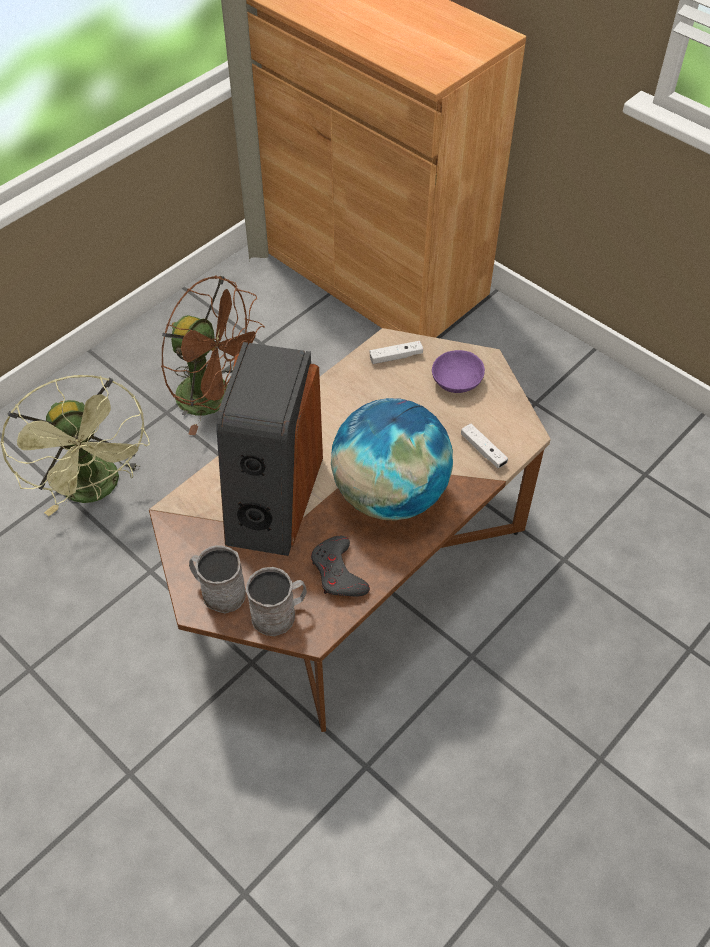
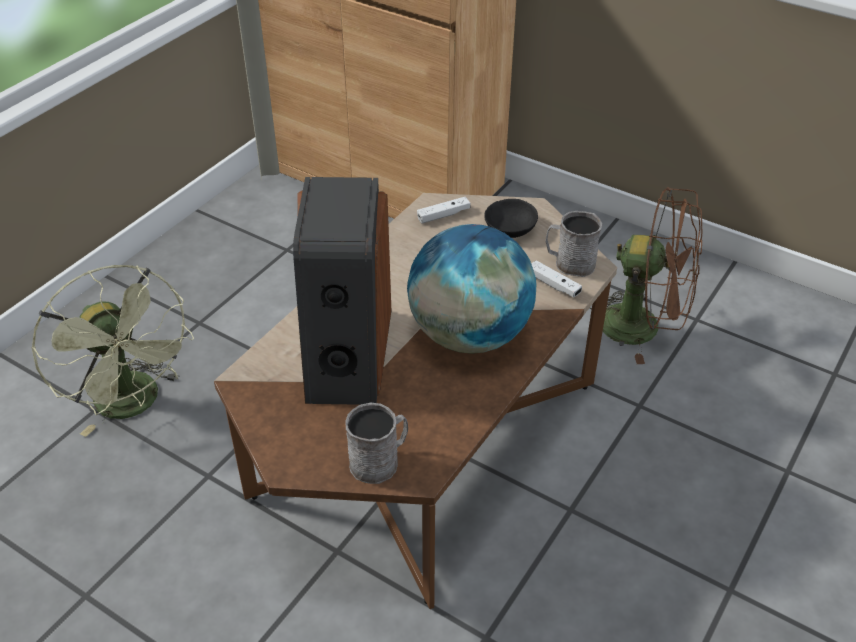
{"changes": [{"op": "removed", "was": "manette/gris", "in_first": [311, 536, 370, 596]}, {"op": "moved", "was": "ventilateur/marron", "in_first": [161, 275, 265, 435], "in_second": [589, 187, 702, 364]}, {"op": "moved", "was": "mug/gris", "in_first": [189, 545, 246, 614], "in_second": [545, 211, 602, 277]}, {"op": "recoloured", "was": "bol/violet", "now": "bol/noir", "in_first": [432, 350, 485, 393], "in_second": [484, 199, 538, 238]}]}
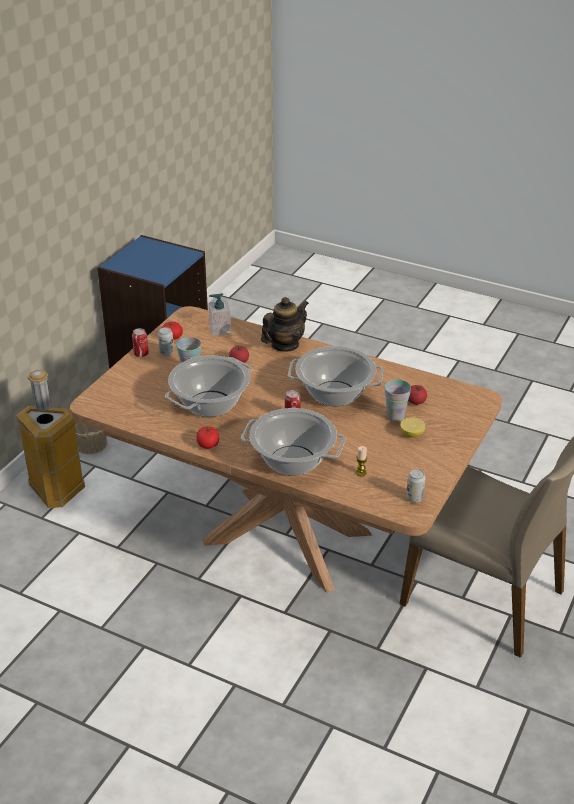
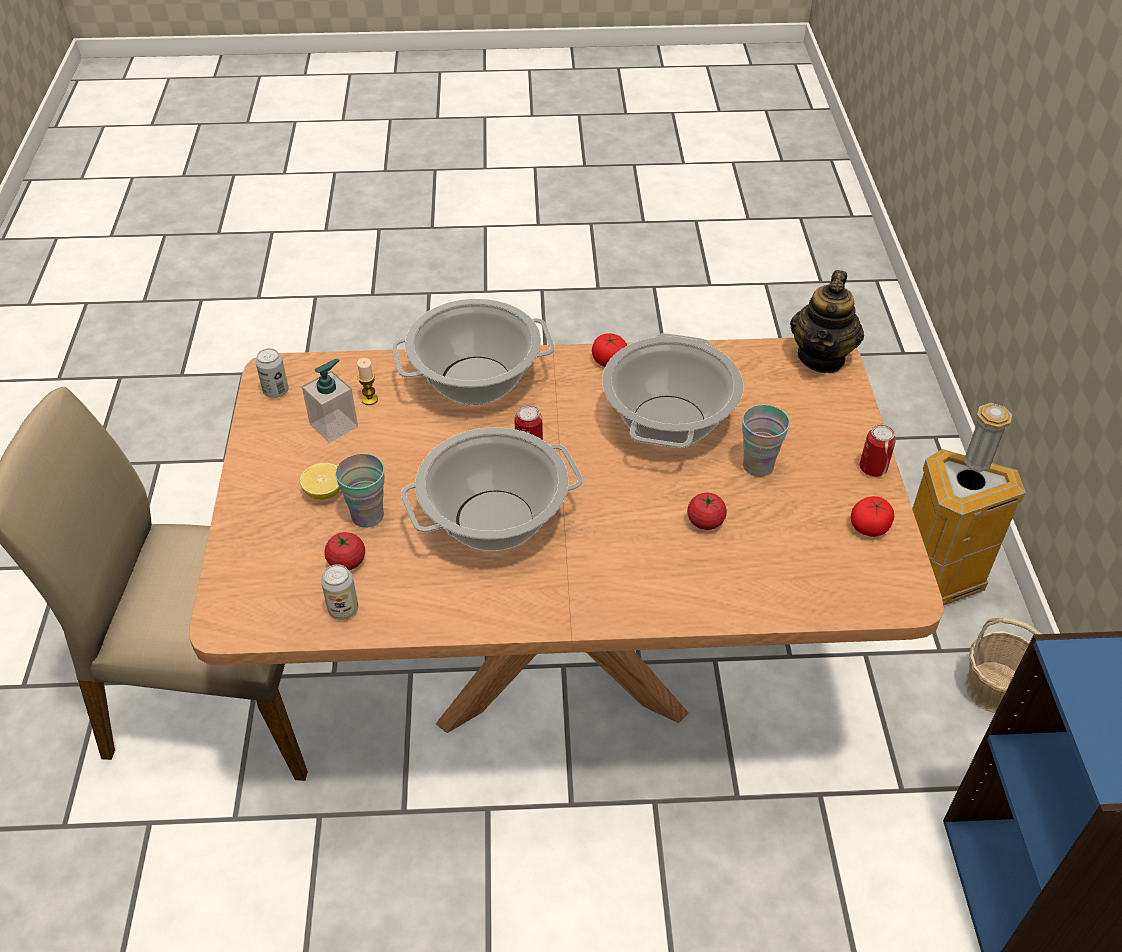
{"changes": [{"op": "moved", "was": "boîte métallique", "in_first": [158, 327, 174, 356], "in_second": [321, 564, 358, 620]}, {"op": "moved", "was": "distributeur de savon", "in_first": [209, 293, 231, 336], "in_second": [302, 359, 358, 443]}, {"op": "moved", "was": "théière", "in_first": [261, 297, 309, 352], "in_second": [790, 270, 864, 373]}]}
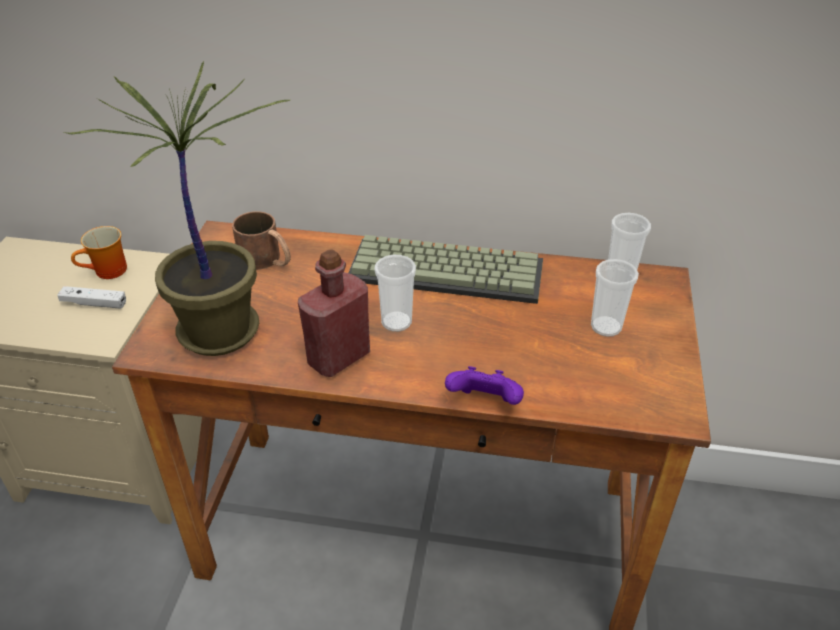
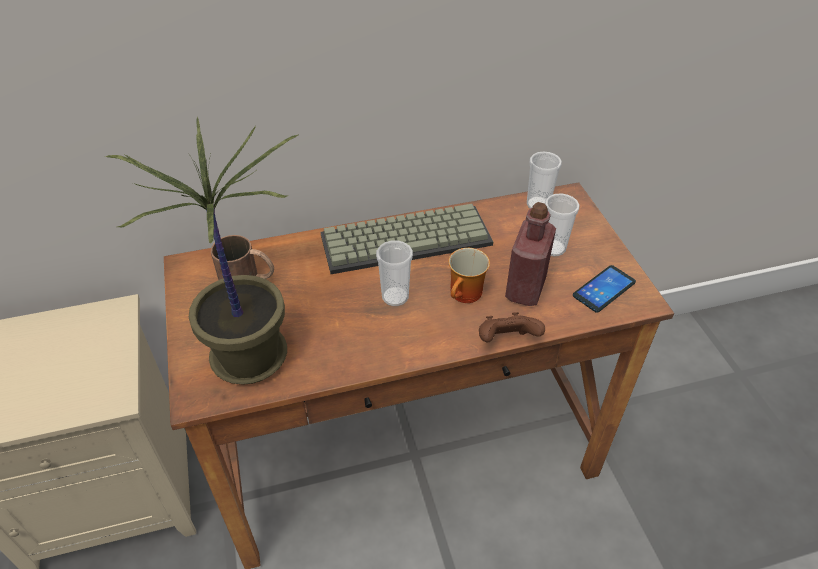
{"changes": [{"op": "removed", "was": "manette/blanc", "in_first": [57, 286, 126, 309]}, {"op": "added", "now": "téléphone", "in_second": [573, 265, 636, 313]}, {"op": "moved", "was": "mug", "in_first": [71, 226, 127, 279], "in_second": [448, 248, 490, 303]}, {"op": "moved", "was": "bouteille/rouge", "in_first": [298, 249, 370, 377], "in_second": [505, 202, 556, 306]}, {"op": "recoloured", "was": "manette/violet", "now": "manette/marron", "in_first": [445, 366, 524, 405], "in_second": [479, 312, 545, 343]}]}
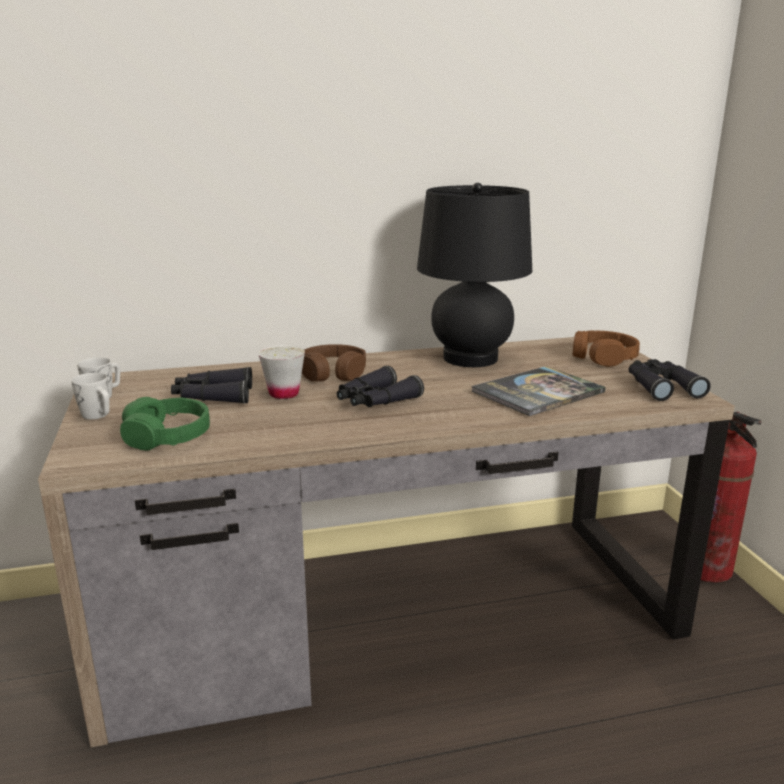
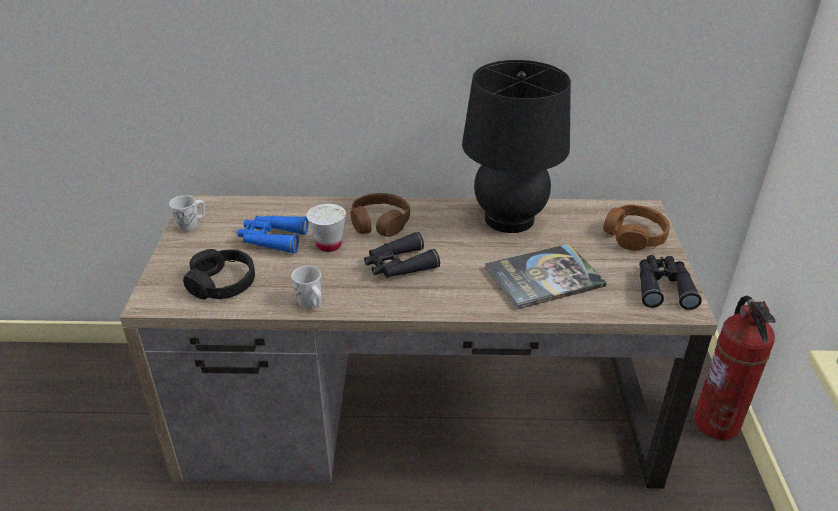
{"changes": [{"op": "moved", "was": "mug/blanc", "in_first": [71, 373, 110, 420], "in_second": [291, 266, 321, 308]}, {"op": "recoloured", "was": "casque audio/vert", "now": "casque audio/noir", "in_first": [120, 397, 210, 450], "in_second": [183, 249, 255, 300]}, {"op": "recoloured", "was": "jumelles/noir", "now": "jumelles/bleu", "in_first": [171, 367, 252, 404], "in_second": [237, 216, 308, 254]}]}
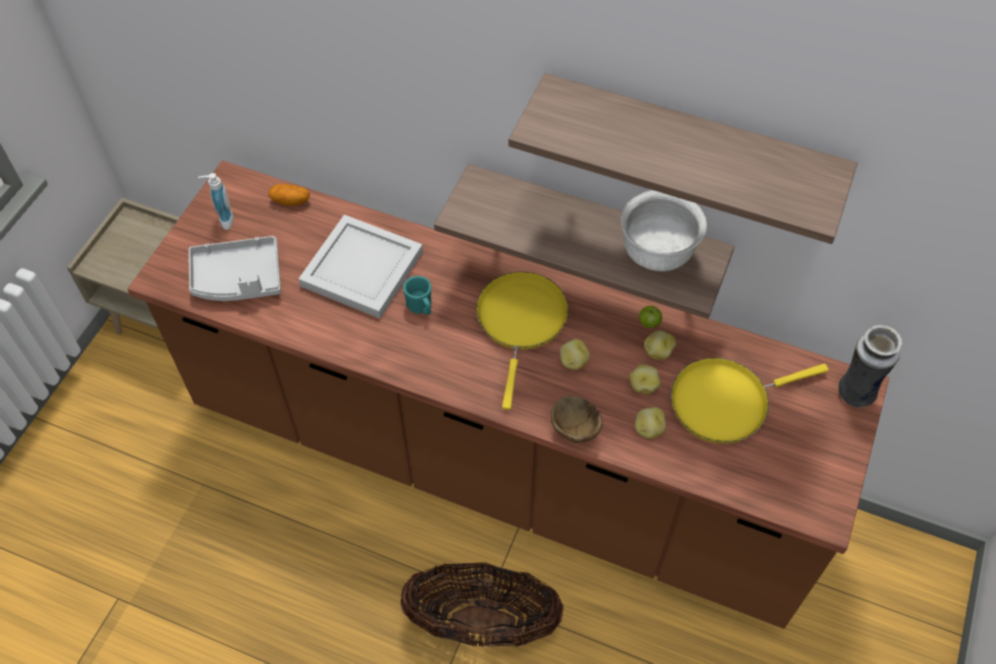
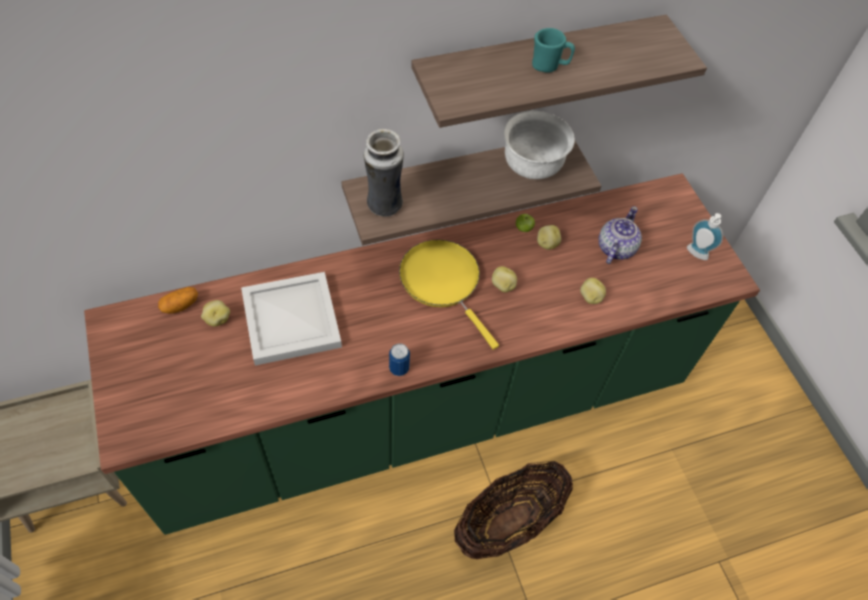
{"changes": [{"op": "removed", "was": "plateau/gris", "in_first": [189, 236, 281, 301]}, {"op": "removed", "was": "bol/marron", "in_first": [551, 396, 603, 443]}, {"op": "added", "now": "boîte métallique", "in_second": [389, 343, 410, 376]}, {"op": "moved", "was": "distributeur de savon", "in_first": [198, 173, 234, 230], "in_second": [687, 213, 723, 260]}, {"op": "moved", "was": "mug/turquoise", "in_first": [403, 276, 431, 315], "in_second": [532, 28, 575, 73]}, {"op": "moved", "was": "pomme de terre", "in_first": [629, 364, 661, 394], "in_second": [201, 300, 230, 327]}, {"op": "moved", "was": "vase", "in_first": [838, 325, 902, 407], "in_second": [364, 129, 404, 217]}, {"op": "replaced", "was": "poêle/jaune", "now": "théière", "in_first": [671, 358, 829, 444], "in_second": [598, 206, 642, 264]}, {"op": "recoloured", "was": "comptoir de cuisine/marron", "now": "comptoir de cuisine/vert", "in_first": [127, 160, 889, 629], "in_second": [84, 173, 760, 535]}]}
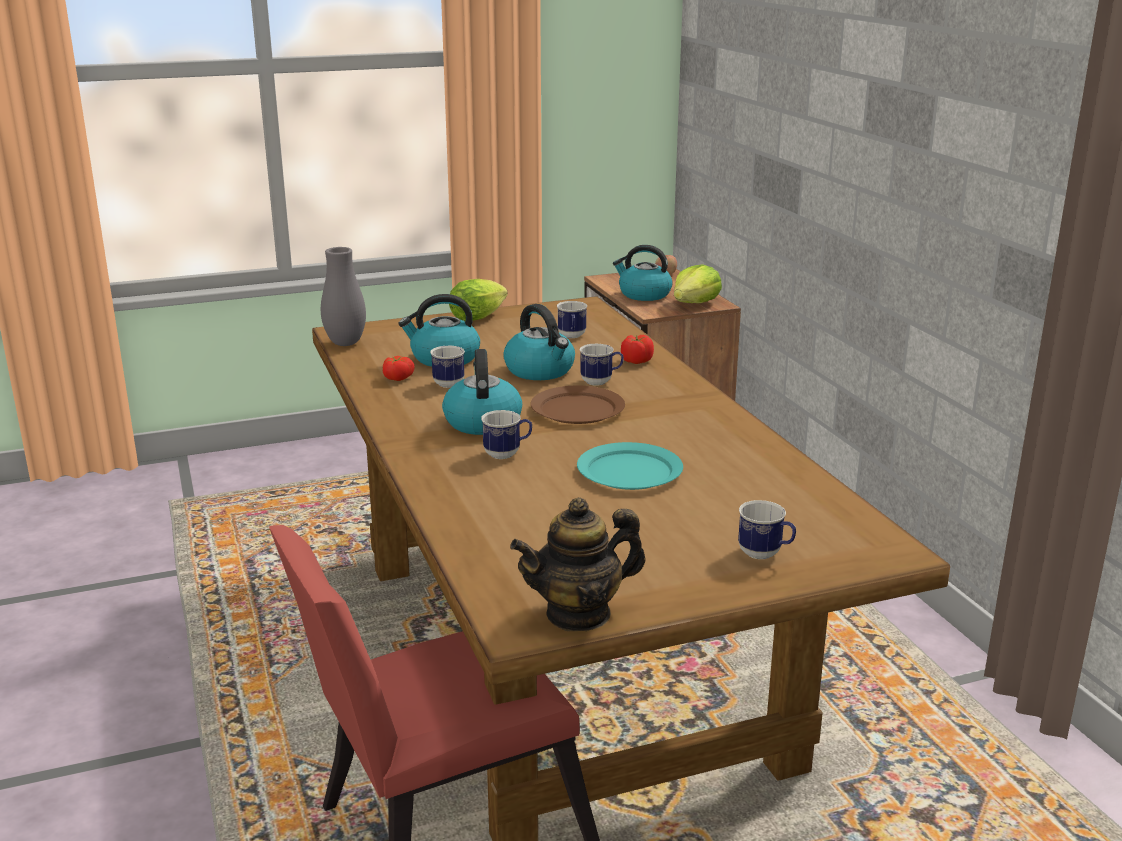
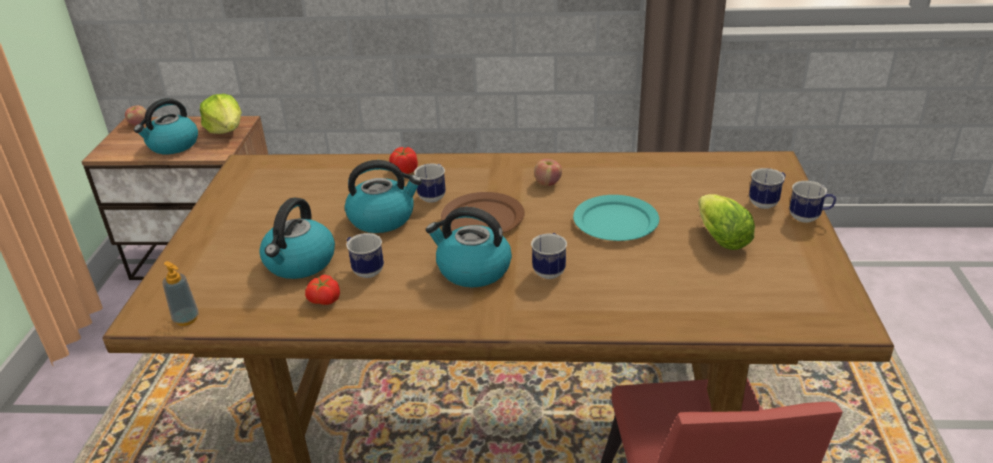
{"changes": [{"op": "removed", "was": "théière", "in_first": [510, 497, 646, 631]}, {"op": "added", "now": "pomme", "in_second": [534, 159, 562, 186]}, {"op": "moved", "was": "laitue", "in_first": [449, 279, 508, 321], "in_second": [698, 194, 755, 250]}, {"op": "moved", "was": "mug", "in_first": [557, 301, 587, 338], "in_second": [789, 181, 836, 223]}, {"op": "replaced", "was": "vase/gris", "now": "distributeur de savon", "in_first": [321, 247, 366, 346], "in_second": [162, 261, 199, 326]}]}
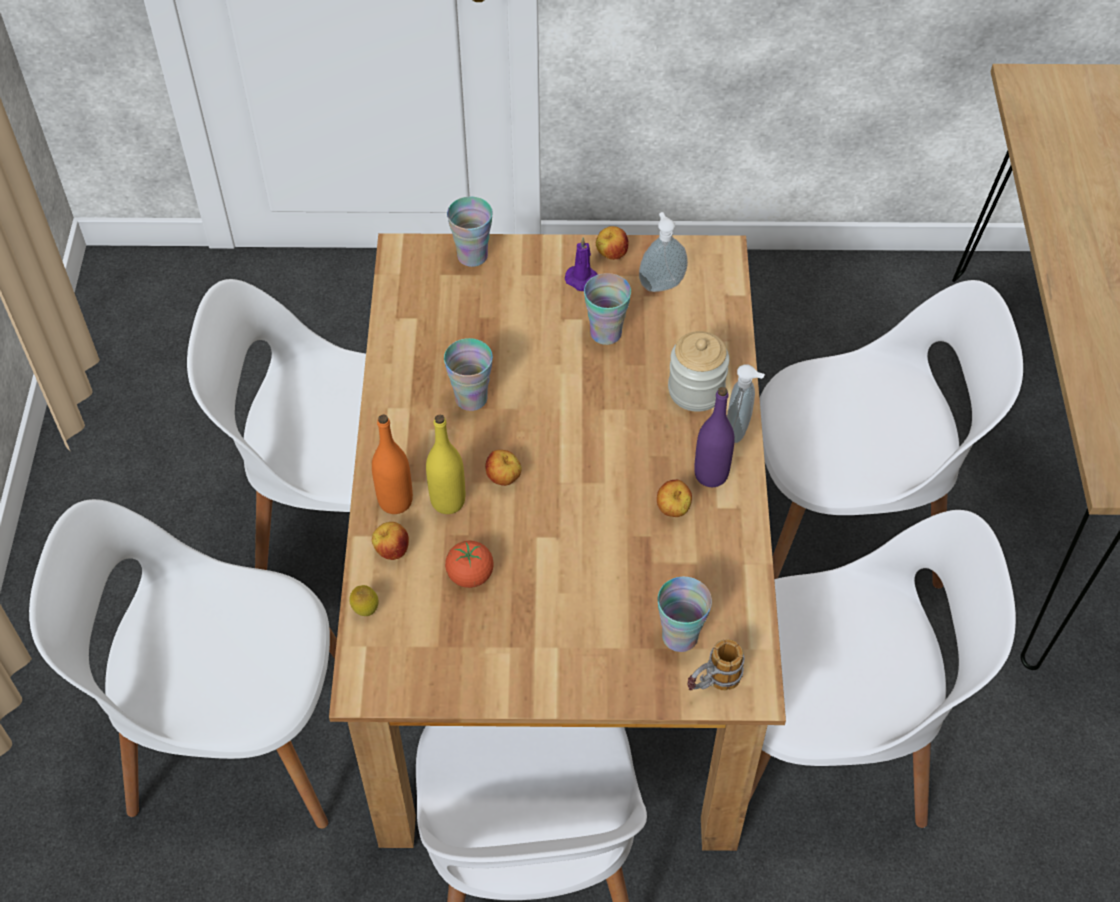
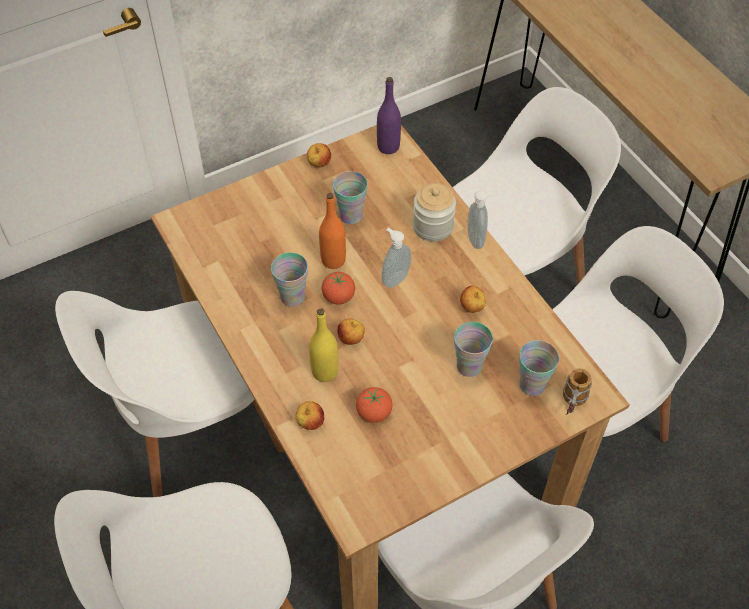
{"changes": [{"op": "removed", "was": "citron", "in_first": [349, 585, 379, 616]}, {"op": "removed", "was": "bougie/violet", "in_first": [565, 237, 598, 291]}, {"op": "added", "now": "tomate", "in_second": [322, 272, 355, 305]}, {"op": "moved", "was": "bouteille/orange", "in_first": [372, 414, 413, 514], "in_second": [319, 193, 346, 269]}, {"op": "moved", "was": "tasse", "in_first": [447, 196, 493, 267], "in_second": [454, 322, 493, 377]}, {"op": "moved", "was": "distributeur de savon", "in_first": [639, 212, 688, 292], "in_second": [381, 228, 412, 288]}, {"op": "moved", "was": "bouteille/violet", "in_first": [694, 387, 734, 487], "in_second": [377, 77, 401, 154]}]}
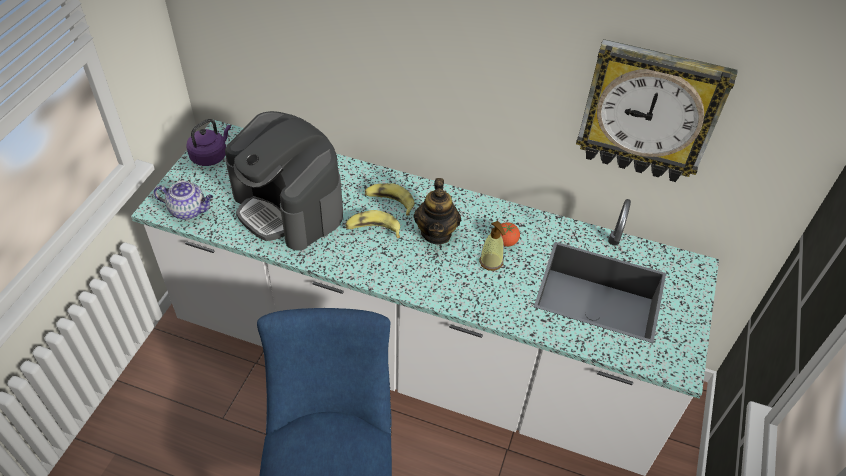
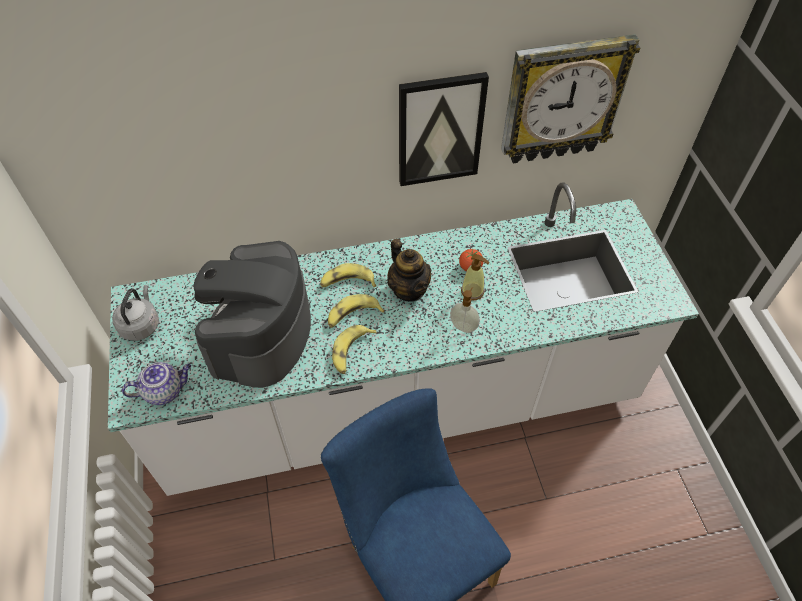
{"changes": [{"op": "added", "now": "banane", "in_second": [332, 325, 377, 374]}, {"op": "added", "now": "tableau", "in_second": [399, 72, 489, 186]}, {"op": "added", "now": "distributeur de savon", "in_second": [450, 287, 480, 333]}, {"op": "recoloured", "was": "bouilloire/violet", "now": "bouilloire/gris", "in_first": [186, 119, 231, 166], "in_second": [112, 285, 159, 341]}, {"op": "turned", "was": "machine à café", "in_first": [225, 111, 343, 251], "in_second": [193, 241, 311, 388], "clockwise": 90}]}
